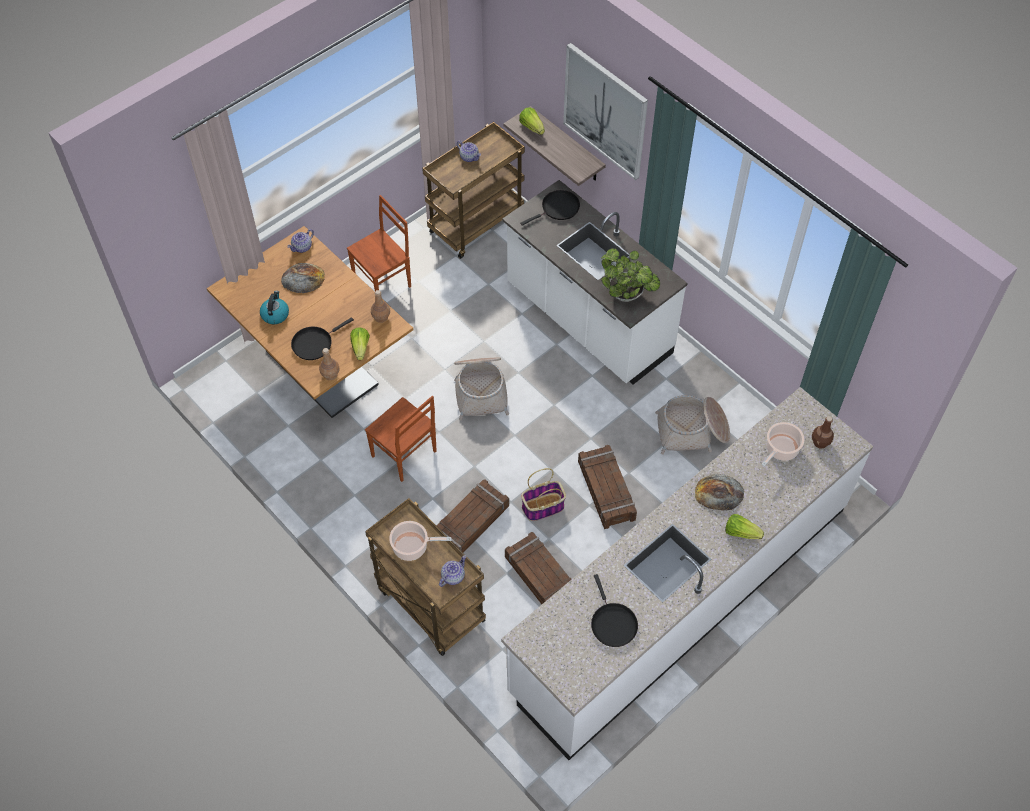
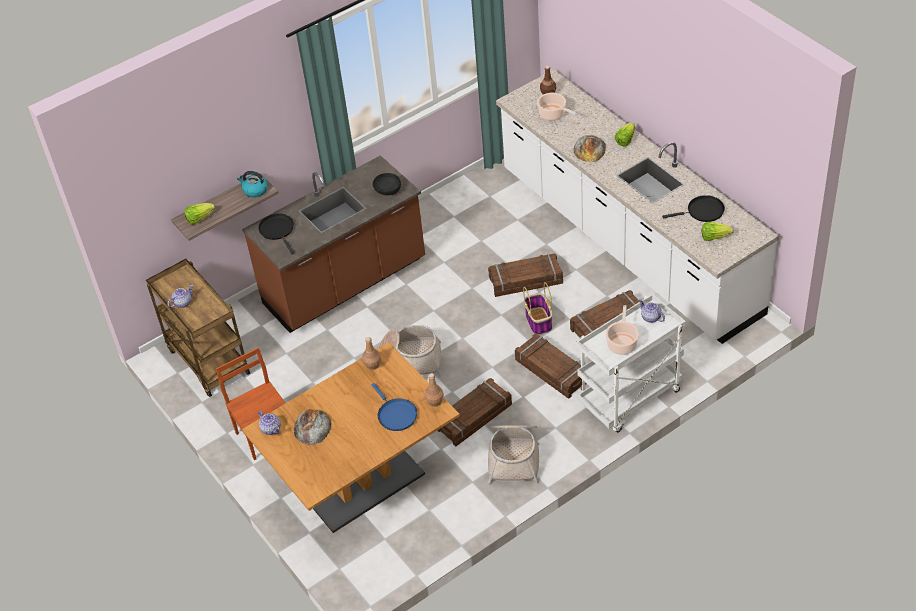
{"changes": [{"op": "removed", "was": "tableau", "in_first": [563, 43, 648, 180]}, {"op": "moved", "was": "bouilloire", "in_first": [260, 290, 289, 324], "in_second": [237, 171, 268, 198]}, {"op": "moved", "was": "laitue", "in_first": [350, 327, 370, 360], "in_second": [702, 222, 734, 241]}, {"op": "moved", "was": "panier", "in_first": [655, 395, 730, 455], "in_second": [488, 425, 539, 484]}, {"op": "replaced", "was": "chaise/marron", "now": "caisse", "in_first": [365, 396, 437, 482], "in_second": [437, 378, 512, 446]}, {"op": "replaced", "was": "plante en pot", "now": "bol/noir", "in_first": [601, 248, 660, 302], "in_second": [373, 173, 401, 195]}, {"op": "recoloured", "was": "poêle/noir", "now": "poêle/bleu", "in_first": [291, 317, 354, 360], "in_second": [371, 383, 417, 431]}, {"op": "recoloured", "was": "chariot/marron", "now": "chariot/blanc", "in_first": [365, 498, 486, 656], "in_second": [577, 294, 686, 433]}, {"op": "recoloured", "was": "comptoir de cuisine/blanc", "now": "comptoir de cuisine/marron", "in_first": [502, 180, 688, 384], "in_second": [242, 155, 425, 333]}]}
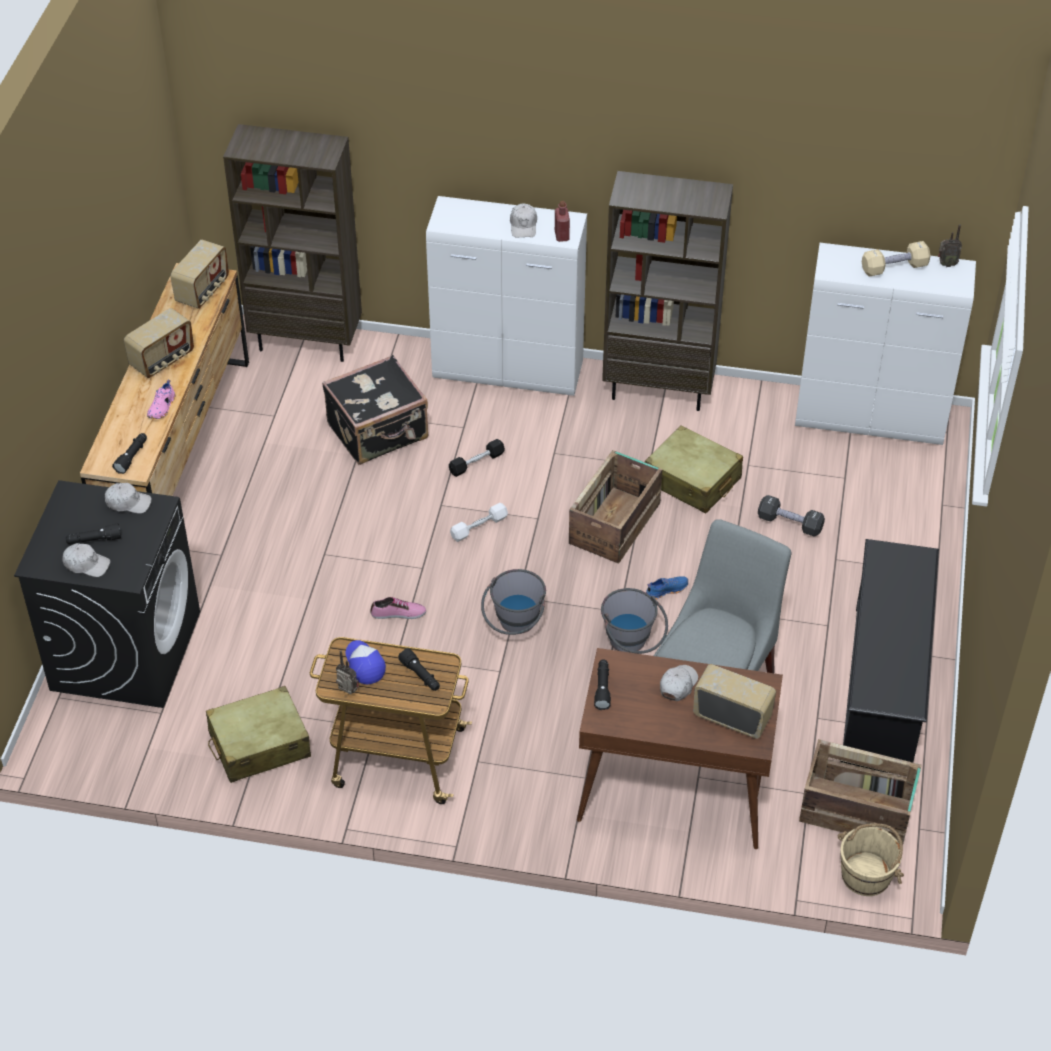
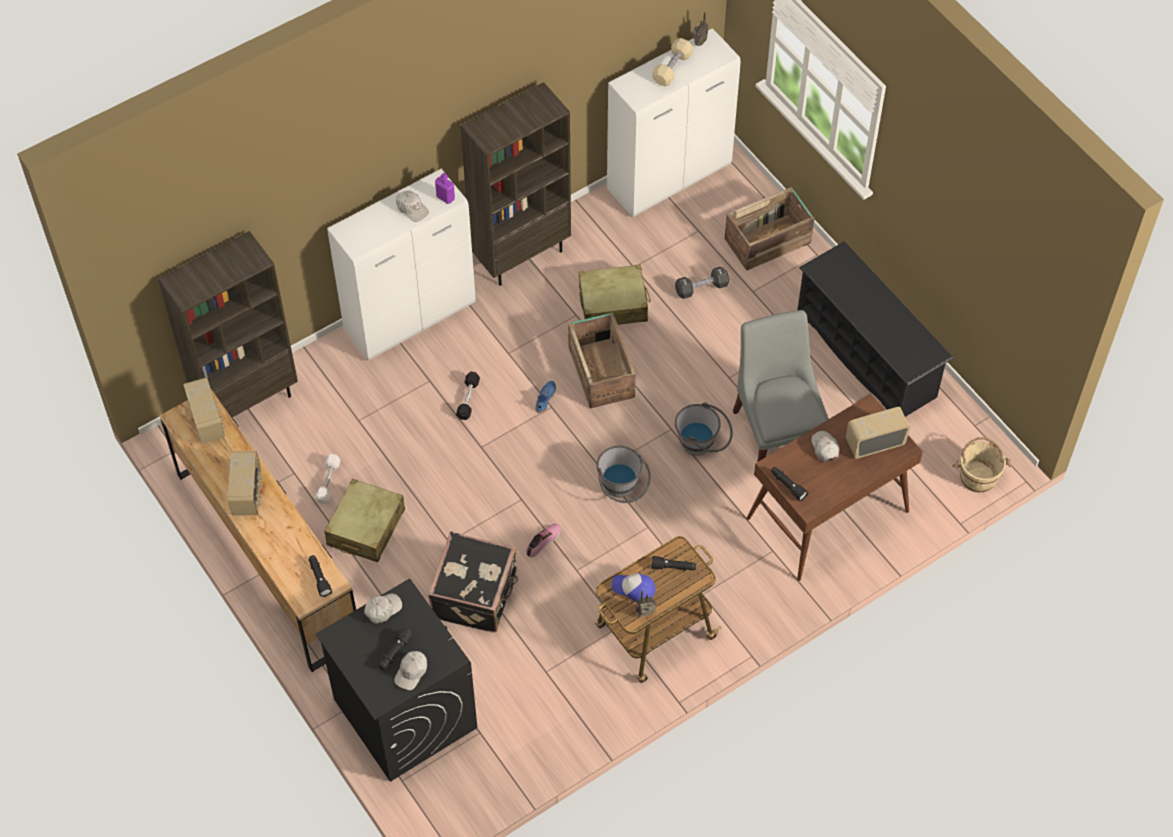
{"changes": [{"op": "removed", "was": "chaussure/rose", "in_first": [147, 380, 175, 419]}, {"op": "moved", "was": "valise/beige", "in_first": [206, 686, 311, 783], "in_second": [324, 479, 405, 562]}, {"op": "moved", "was": "valise/noir", "in_first": [322, 355, 428, 465], "in_second": [428, 532, 519, 632]}, {"op": "moved", "was": "haltère/blanc", "in_first": [450, 503, 508, 542], "in_second": [315, 454, 341, 504]}, {"op": "moved", "was": "chaussure/bleu", "in_first": [646, 576, 688, 600], "in_second": [536, 381, 556, 413]}, {"op": "moved", "was": "caisse", "in_first": [799, 739, 922, 844], "in_second": [724, 187, 814, 271]}, {"op": "recoloured", "was": "bouteille/rouge", "now": "bouteille/violet", "in_first": [555, 201, 570, 242], "in_second": [435, 173, 455, 204]}, {"op": "turned", "was": "casquette/blanc", "in_first": [62, 543, 110, 577], "in_second": [394, 651, 427, 690], "clockwise": 150}]}
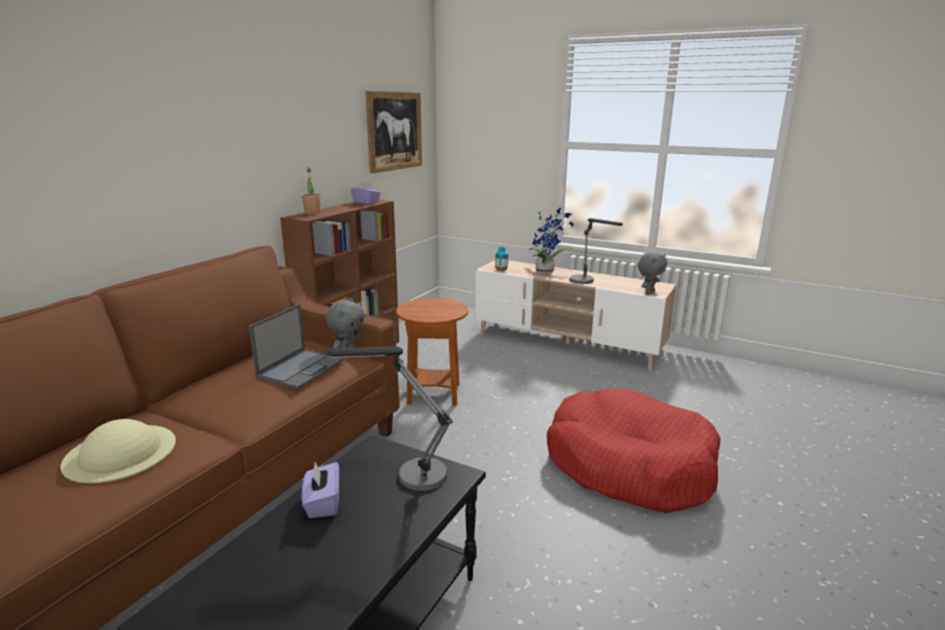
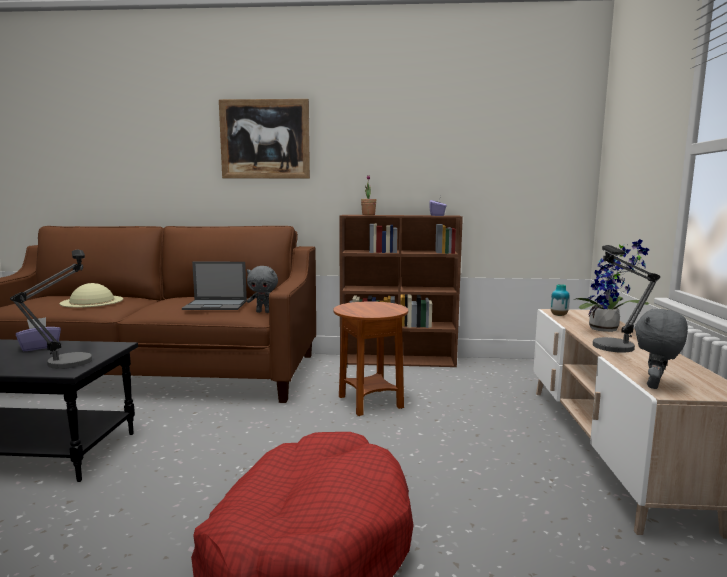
{"changes": [{"op": "moved", "was": "tableau", "in_first": [365, 91, 422, 173], "in_second": [219, 99, 310, 179]}, {"op": "turned", "was": "peluche/gris", "in_first": [638, 252, 667, 295], "in_second": [635, 309, 688, 389], "clockwise": 105}]}
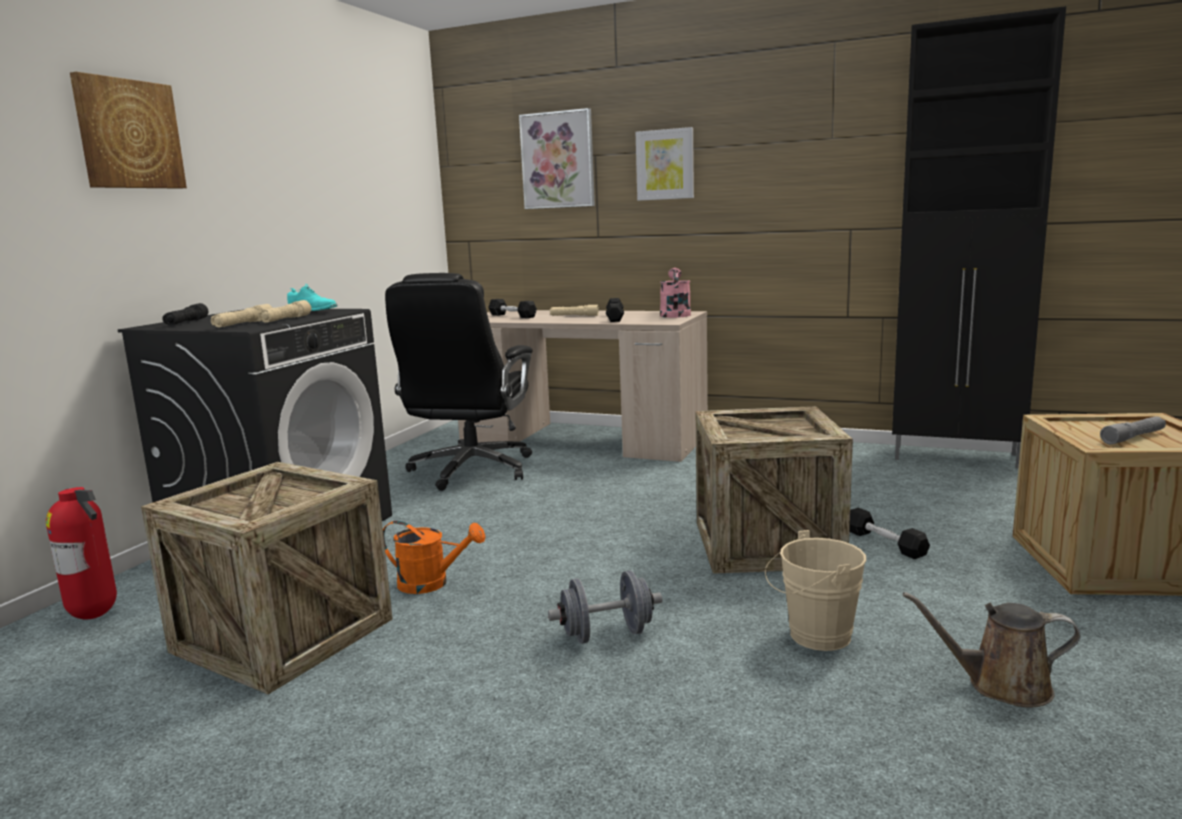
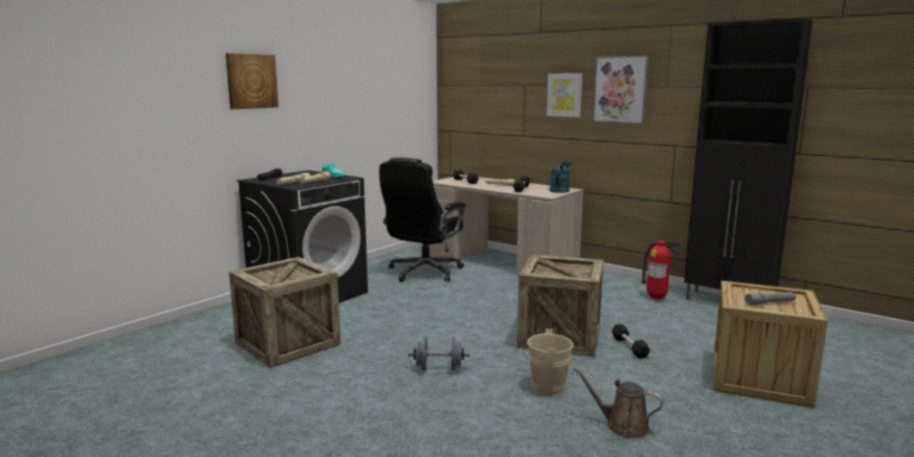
{"changes": [{"op": "removed", "was": "arrosoir/orange", "in_first": [383, 521, 485, 594]}, {"op": "moved", "was": "extincteur", "in_first": [46, 487, 117, 619], "in_second": [641, 241, 683, 299]}, {"op": "moved", "was": "tableau", "in_first": [519, 108, 595, 209], "in_second": [593, 56, 649, 124]}, {"op": "recoloured", "was": "arrosoir/rose", "now": "arrosoir/turquoise", "in_first": [660, 268, 691, 318], "in_second": [549, 160, 570, 193]}]}
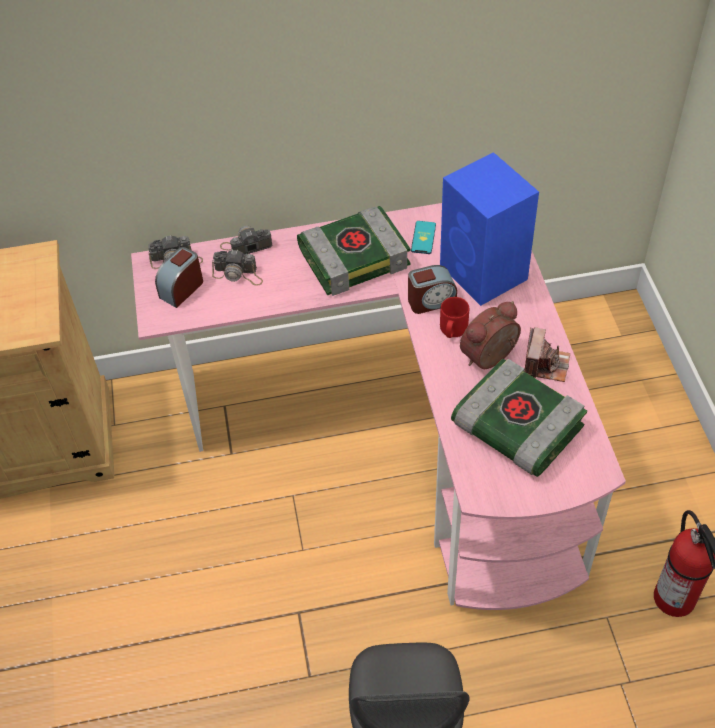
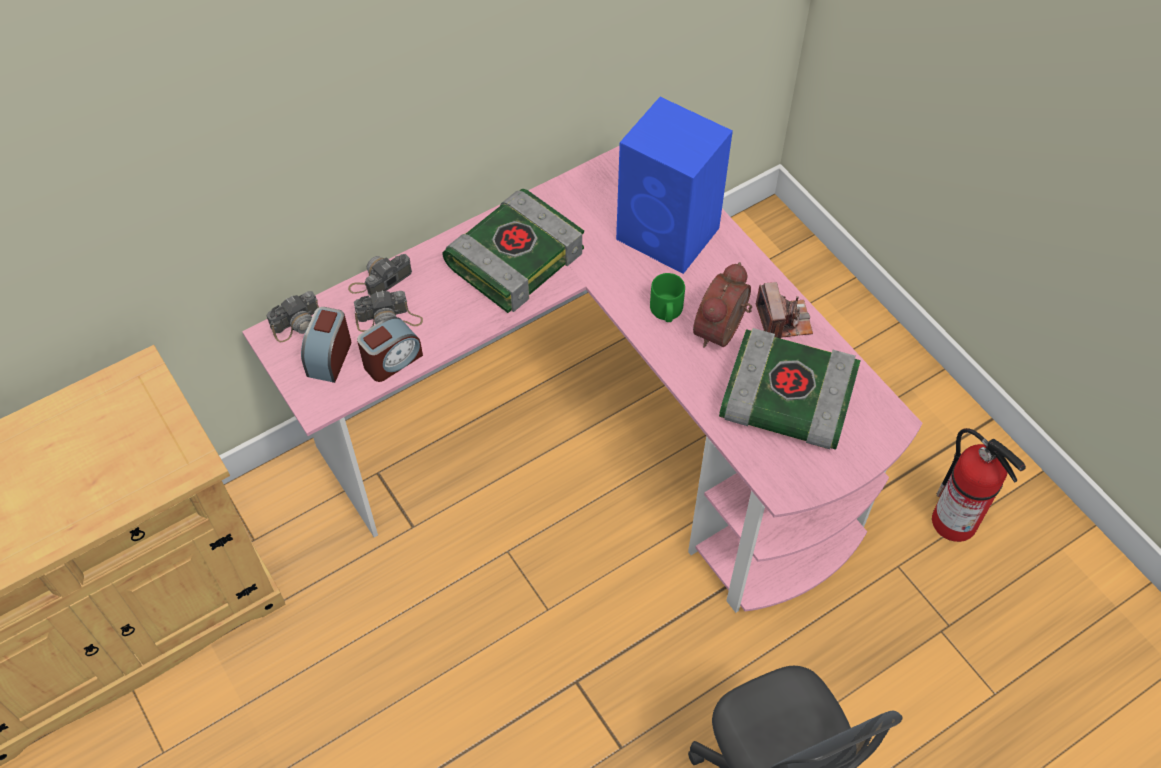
{"changes": [{"op": "removed", "was": "téléphone", "in_first": [411, 221, 436, 254]}, {"op": "moved", "was": "réveil", "in_first": [408, 265, 457, 314], "in_second": [357, 317, 423, 382]}, {"op": "recoloured", "was": "mug/rouge", "now": "mug/vert", "in_first": [440, 297, 469, 338], "in_second": [650, 273, 685, 322]}]}
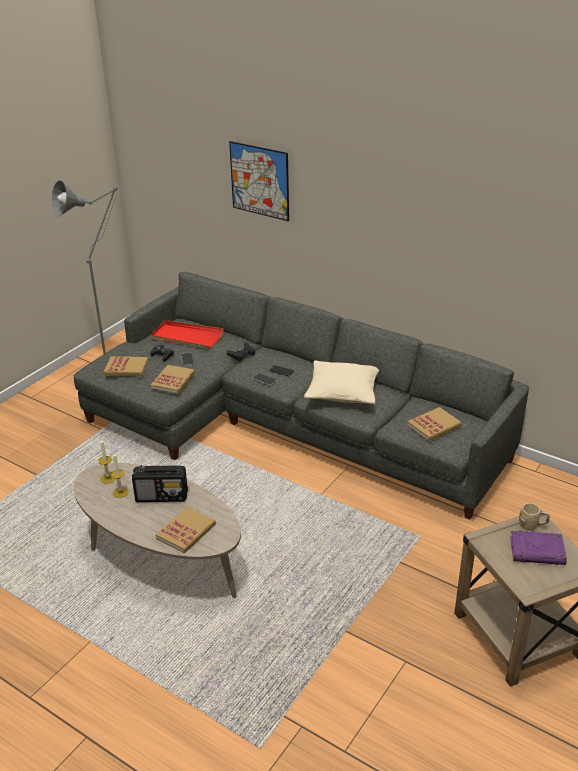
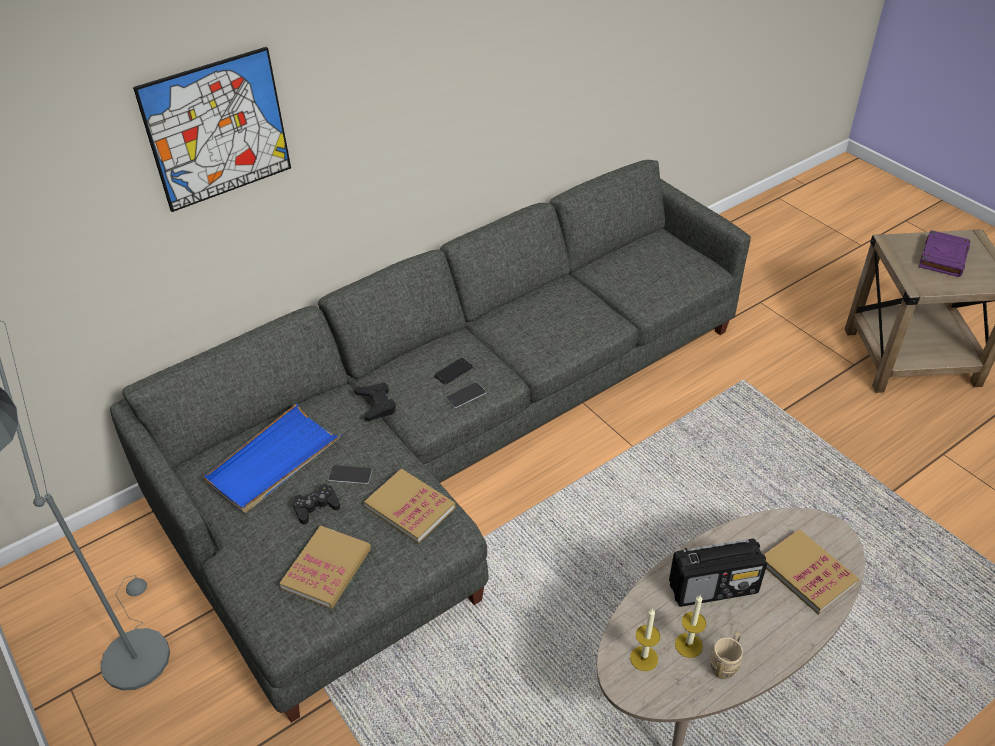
{"changes": [{"op": "removed", "was": "coussin/beige", "in_first": [304, 361, 379, 404]}, {"op": "removed", "was": "livre", "in_first": [407, 407, 462, 441]}, {"op": "moved", "was": "mug/beige", "in_first": [519, 503, 550, 531], "in_second": [710, 631, 743, 679]}, {"op": "recoloured", "was": "plateau/rouge", "now": "plateau/bleu", "in_first": [150, 320, 224, 348], "in_second": [203, 403, 342, 513]}, {"op": "turned", "was": "radio", "in_first": [132, 465, 188, 502], "in_second": [669, 539, 767, 607], "clockwise": 60}]}
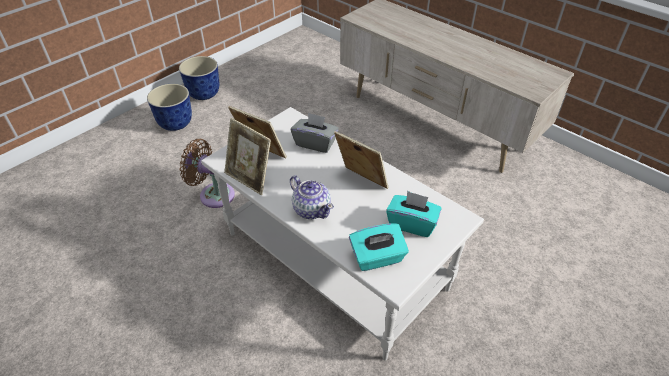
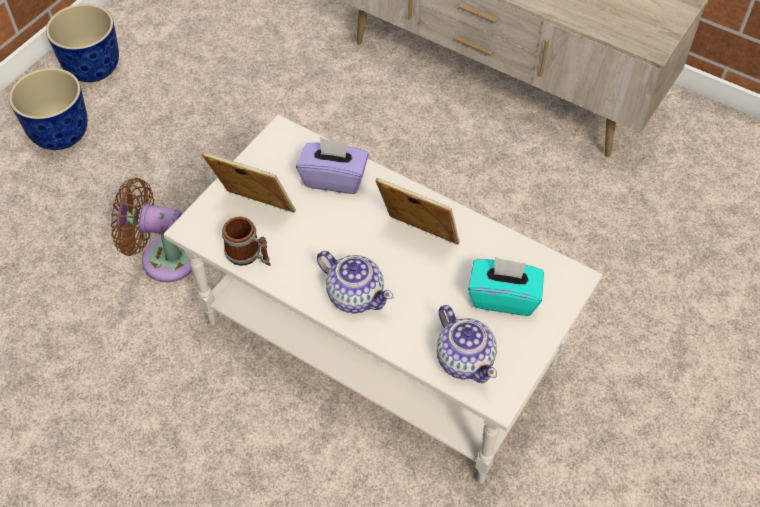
{"changes": [{"op": "replaced", "was": "cadre photo", "now": "mug", "in_first": [224, 118, 271, 195], "in_second": [222, 217, 271, 266]}, {"op": "replaced", "was": "boîte à mouchoirs/turquoise", "now": "théière", "in_first": [349, 223, 409, 271], "in_second": [436, 305, 497, 383]}, {"op": "recoloured", "was": "boîte à mouchoirs/gris", "now": "boîte à mouchoirs/violet", "in_first": [291, 112, 339, 153], "in_second": [296, 137, 369, 194]}]}
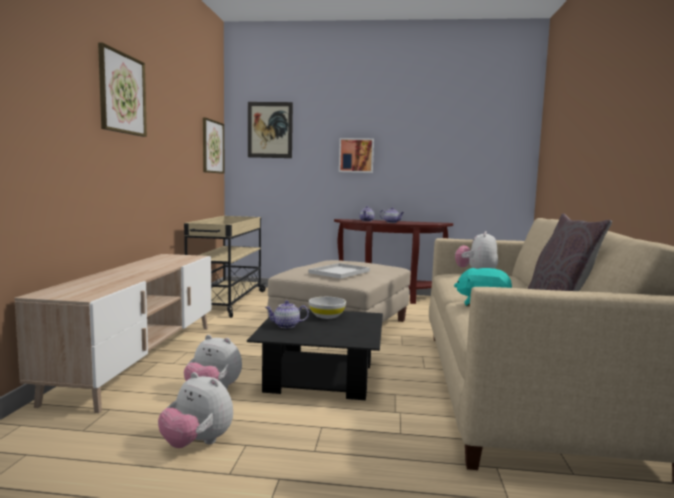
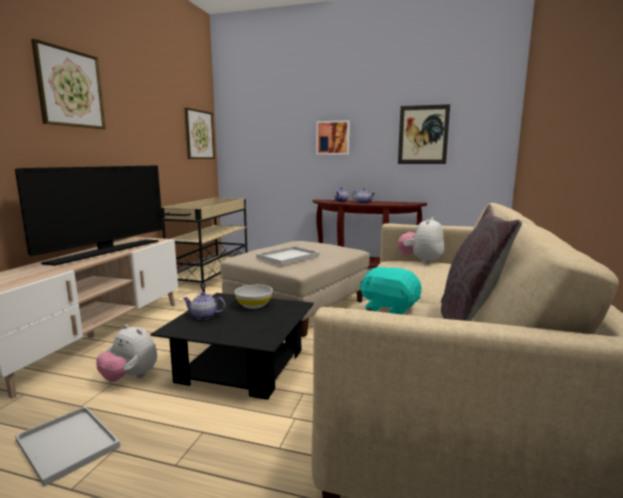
{"changes": [{"op": "added", "now": "téléviseur", "in_second": [15, 165, 163, 266]}, {"op": "moved", "was": "tableau", "in_first": [248, 102, 293, 158], "in_second": [398, 104, 450, 164]}, {"op": "replaced", "was": "peluche", "now": "plateau/blanc", "in_first": [158, 372, 233, 448], "in_second": [15, 406, 120, 486]}]}
